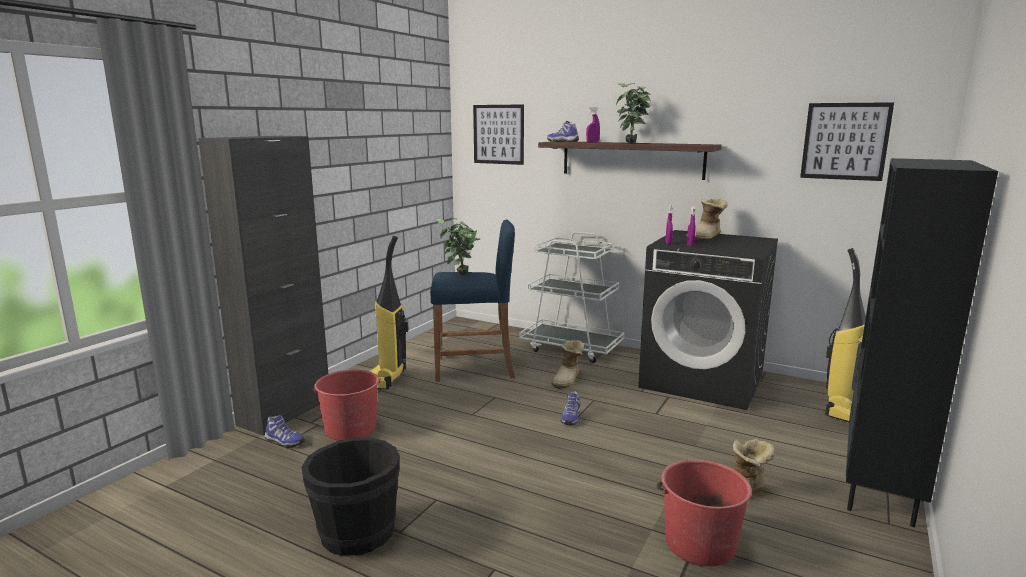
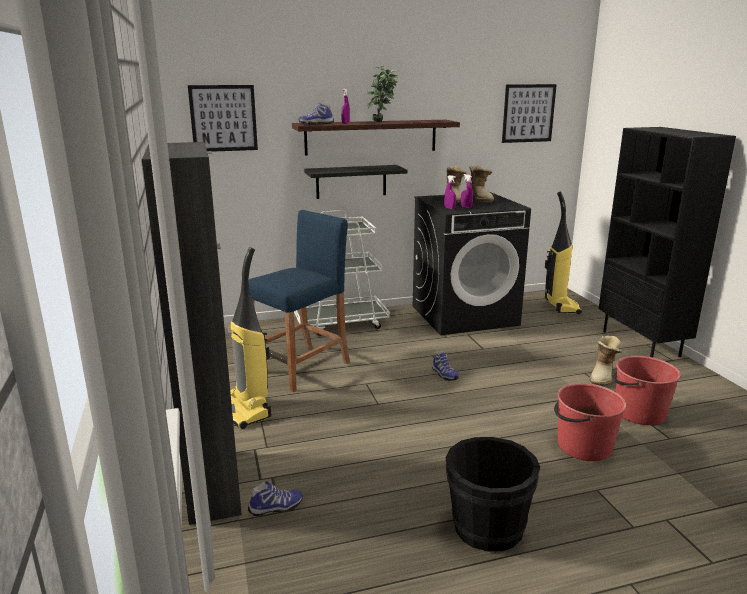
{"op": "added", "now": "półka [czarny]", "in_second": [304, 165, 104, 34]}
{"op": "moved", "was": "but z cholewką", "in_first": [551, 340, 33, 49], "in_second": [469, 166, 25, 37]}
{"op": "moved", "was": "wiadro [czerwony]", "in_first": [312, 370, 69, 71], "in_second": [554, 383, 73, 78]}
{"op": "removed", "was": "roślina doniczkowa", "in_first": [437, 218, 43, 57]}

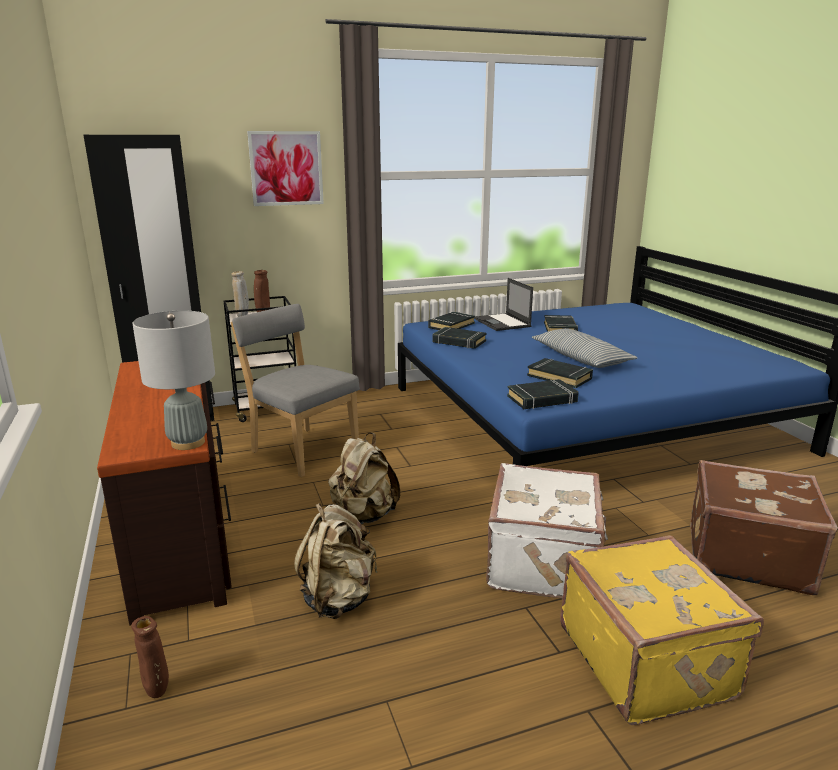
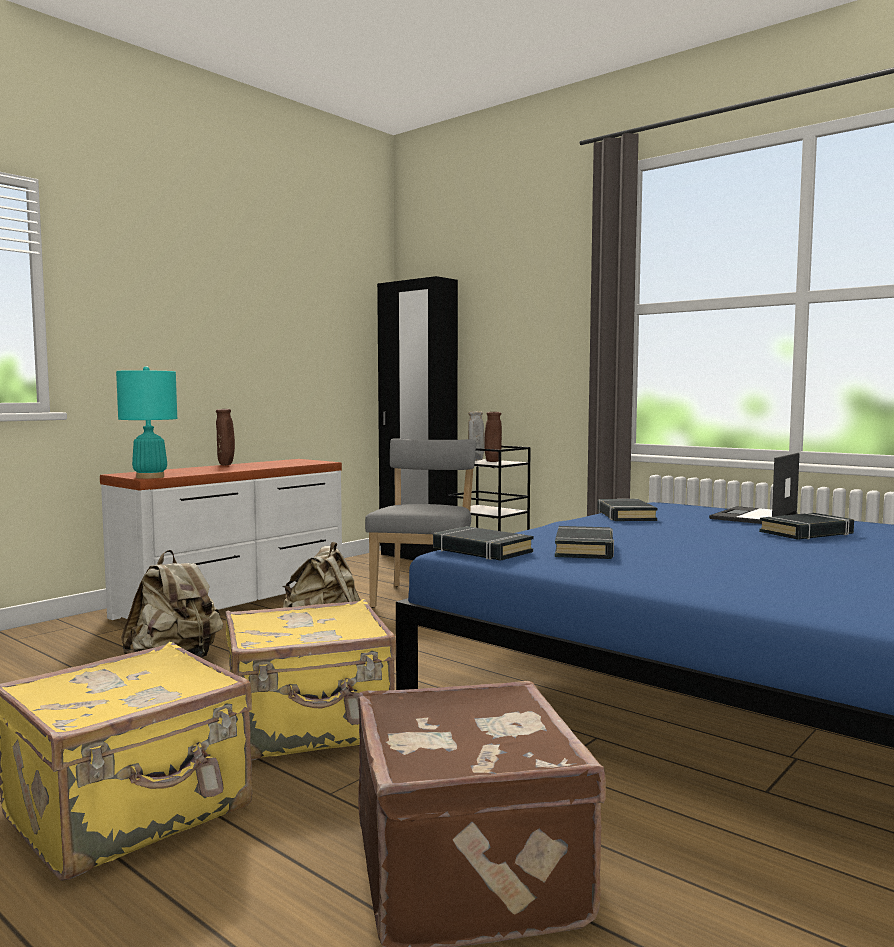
{"op": "recoloured", "was": "komoda [brązowy]", "now": "komoda [biały]", "in_first": [97, 361, 135, 265], "in_second": [100, 459, 242, 161]}
{"op": "recoloured", "was": "lampa stołowa [szary]", "now": "lampa stołowa [turkusowy]", "in_first": [133, 310, 82, 140], "in_second": [116, 366, 61, 113]}
{"op": "moved", "was": "wazon [brązowy]", "in_first": [131, 616, 38, 82], "in_second": [216, 409, 19, 57]}
{"op": "recoloured", "was": "walizka [biały]", "now": "walizka [żółty]", "in_first": [486, 463, 122, 135], "in_second": [225, 599, 171, 161]}
{"op": "removed", "was": "obraz", "in_first": [247, 131, 77, 75]}
{"op": "removed", "was": "książka [czarny]", "in_first": [428, 312, 47, 18]}
{"op": "removed", "was": "poduszka", "in_first": [532, 328, 105, 40]}

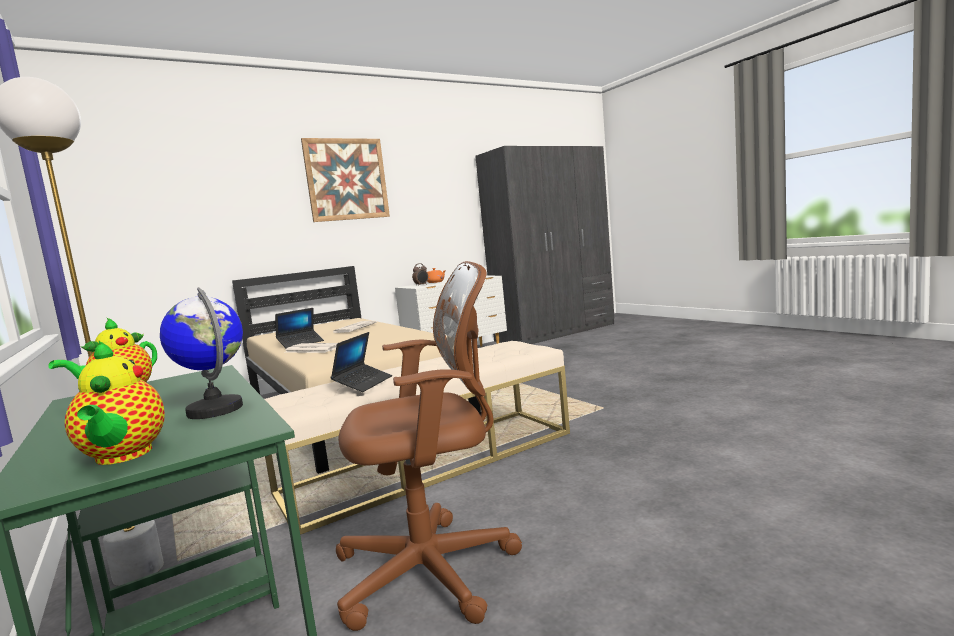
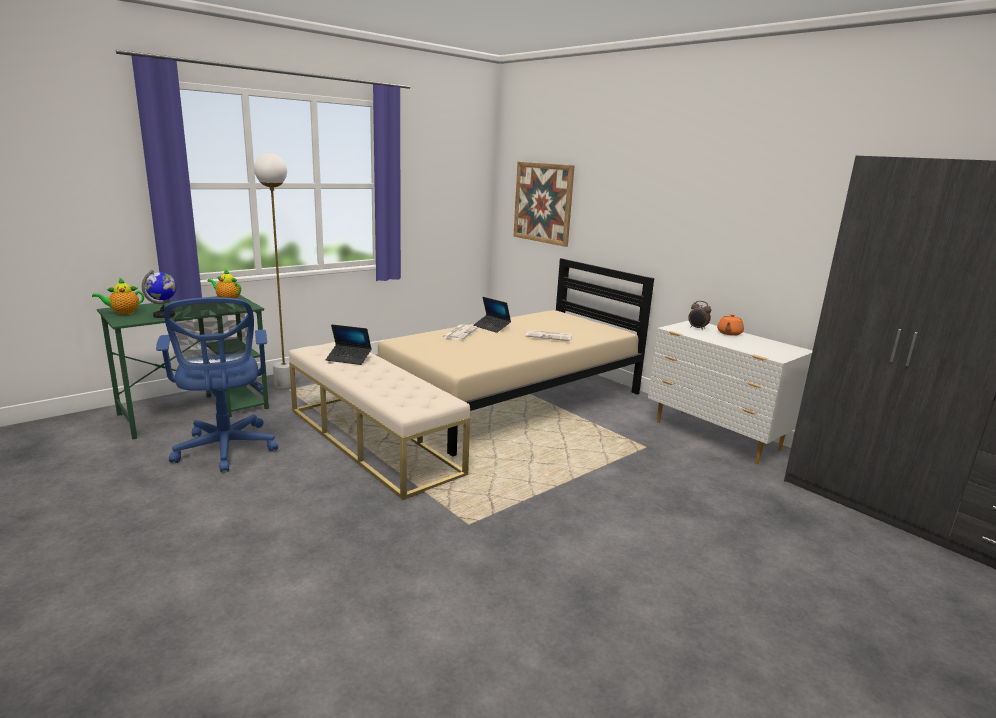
{"op": "recoloured", "was": "krzesło biurowe [brązowy]", "now": "krzesło biurowe [niebieski]", "in_first": [336, 261, 186, 370], "in_second": [156, 297, 122, 175]}
{"op": "moved", "was": "obraz", "in_first": [301, 138, 89, 84], "in_second": [513, 162, 62, 85]}

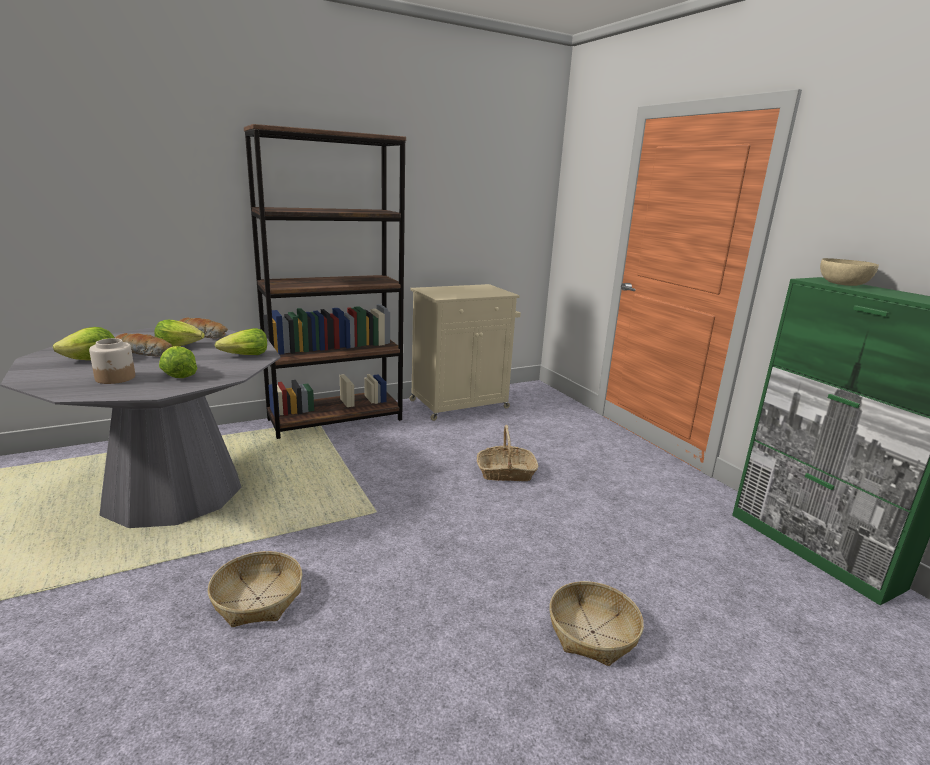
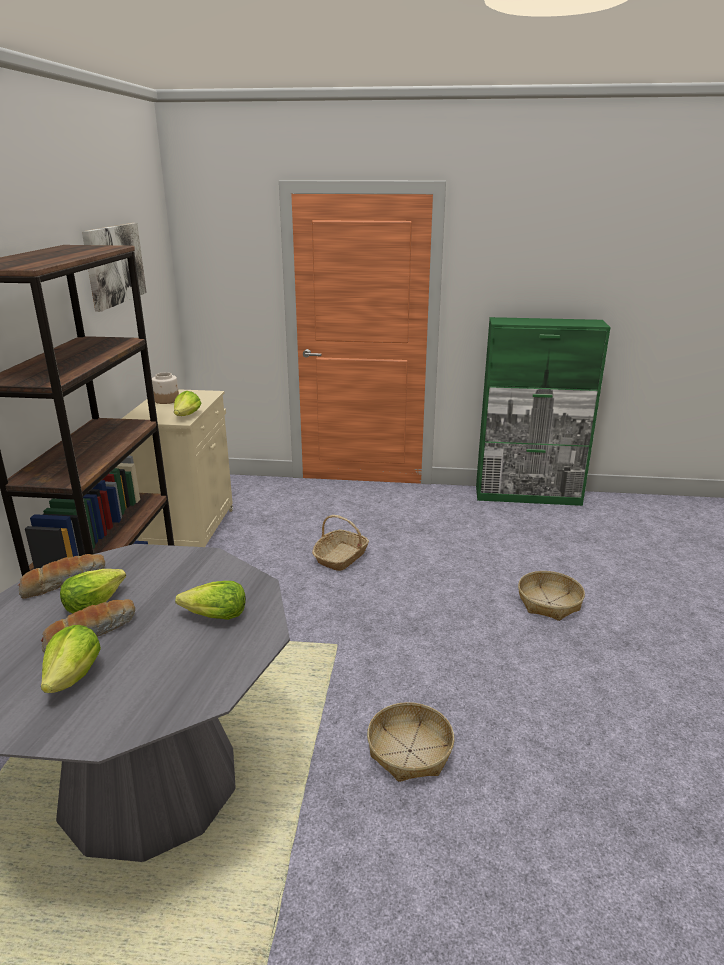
{"op": "added", "now": "obraz", "in_second": [82, 223, 65, 89]}
{"op": "moved", "was": "słoik", "in_first": [89, 338, 46, 46], "in_second": [152, 372, 27, 32]}
{"op": "moved", "was": "sałata", "in_first": [215, 328, 52, 27], "in_second": [174, 391, 28, 25]}
{"op": "removed", "was": "miska [beżowy]", "in_first": [820, 258, 59, 28]}

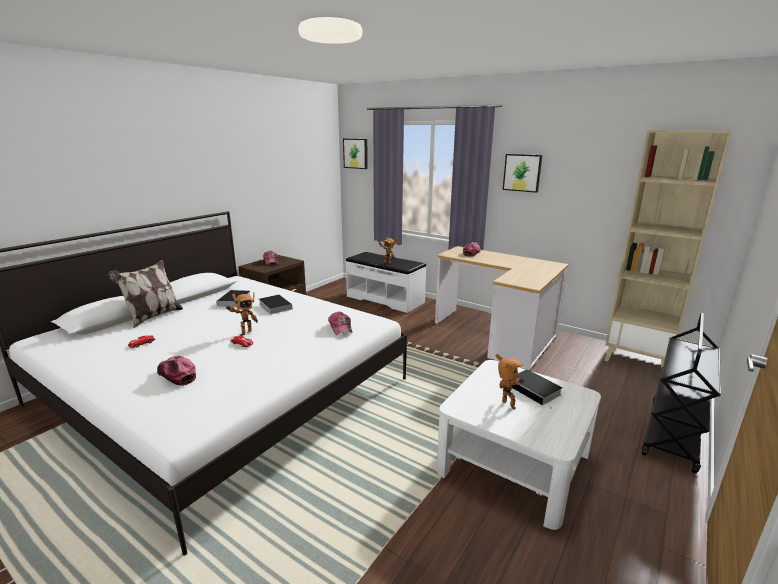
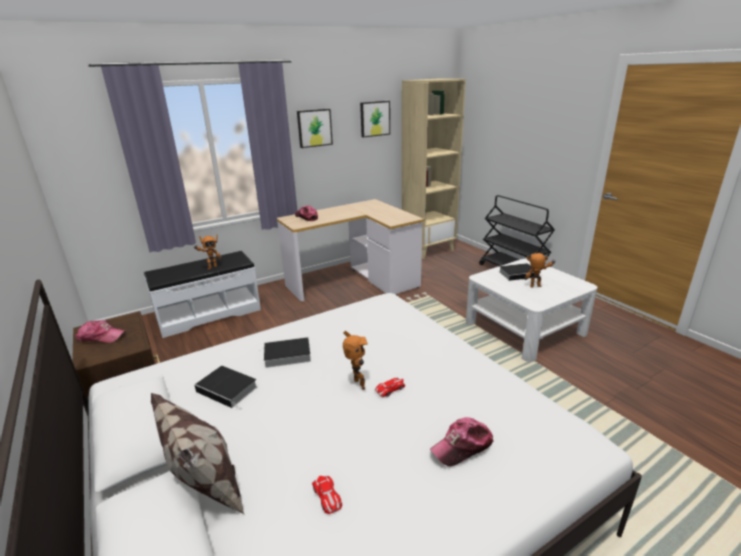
{"op": "moved", "was": "obraz", "in_first": [343, 139, 25, 30], "in_second": [360, 101, 30, 37]}
{"op": "removed", "was": "czapka z daszkiem", "in_first": [328, 311, 25, 24]}

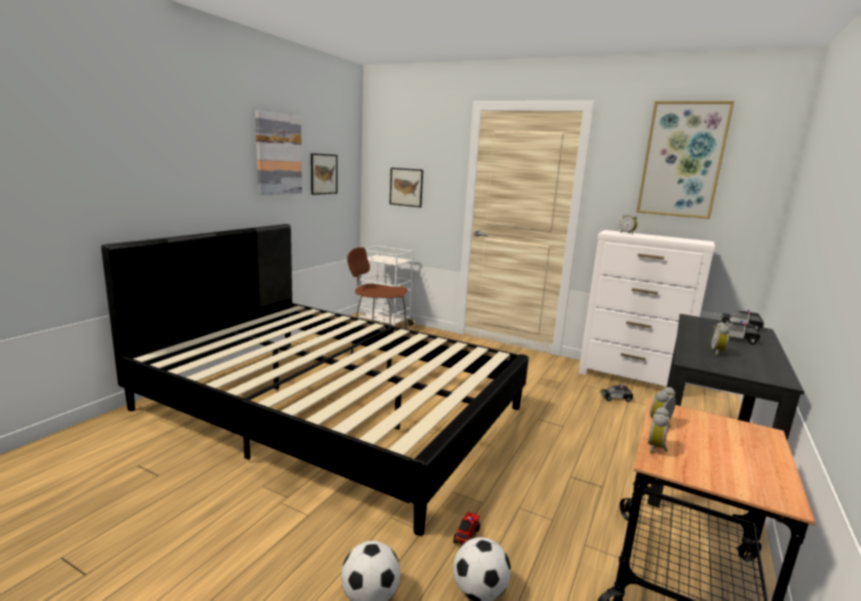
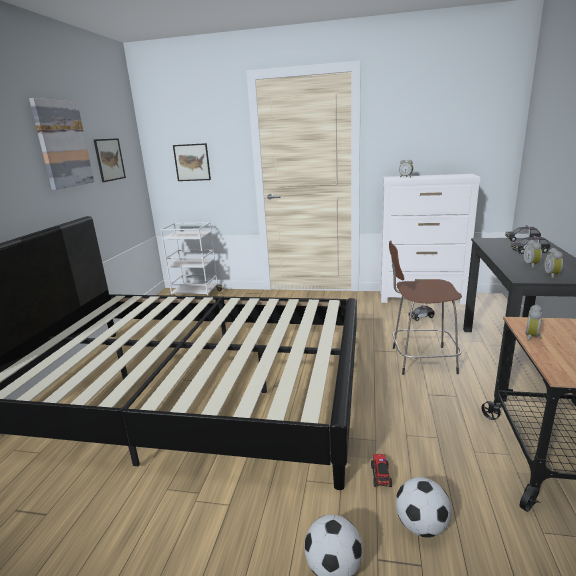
{"op": "moved", "was": "stołek [brązowy]", "in_first": [347, 247, 61, 107], "in_second": [389, 241, 73, 134]}
{"op": "moved", "was": "budzik", "in_first": [648, 407, 21, 46], "in_second": [544, 248, 19, 31]}
{"op": "removed", "was": "obraz", "in_first": [636, 101, 98, 118]}

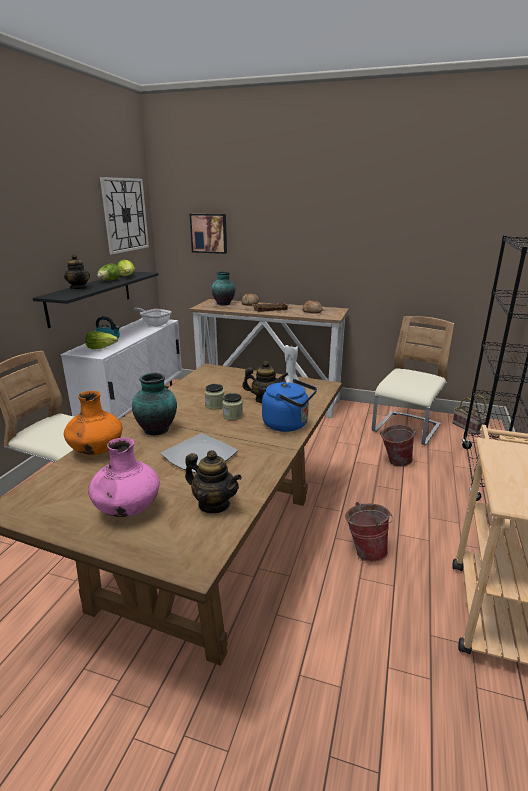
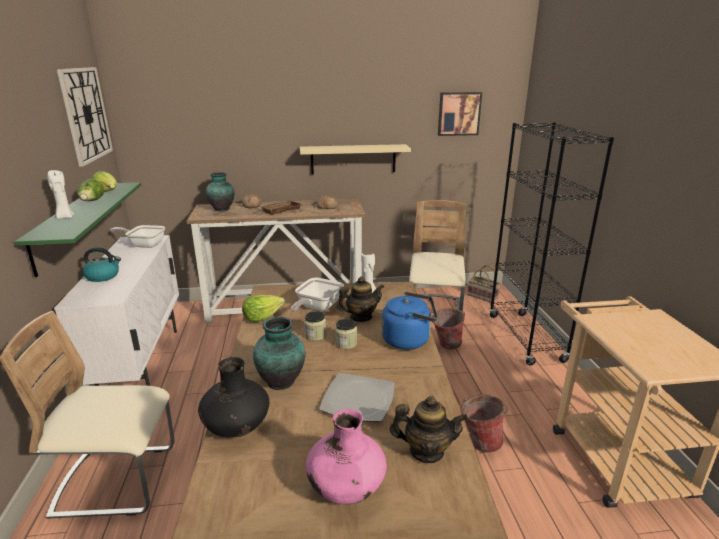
{"op": "recoloured", "was": "półka [czarny]", "now": "półka [zielony]", "in_first": [33, 271, 126, 57], "in_second": [14, 182, 127, 95]}
{"op": "replaced", "was": "imbryk", "now": "świeca [biały]", "in_first": [64, 254, 26, 35], "in_second": [47, 170, 27, 49]}
{"op": "recoloured", "was": "wazon [pomarańczowy]", "now": "wazon [czarny]", "in_first": [64, 391, 58, 64], "in_second": [198, 357, 71, 81]}
{"op": "moved", "was": "sałata", "in_first": [85, 331, 33, 18], "in_second": [242, 295, 43, 27]}
{"op": "added", "now": "patelnia", "in_second": [291, 278, 53, 34]}
{"op": "added", "now": "półka [beżowy]", "in_second": [300, 144, 111, 31]}
{"op": "moved", "was": "obraz", "in_first": [190, 214, 37, 40], "in_second": [438, 92, 44, 44]}

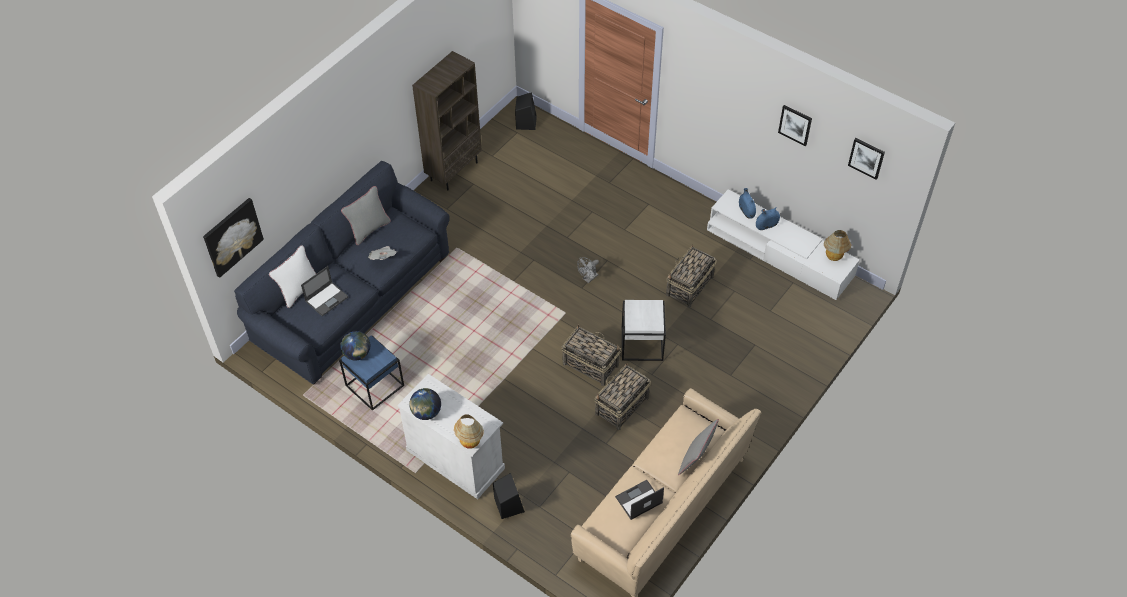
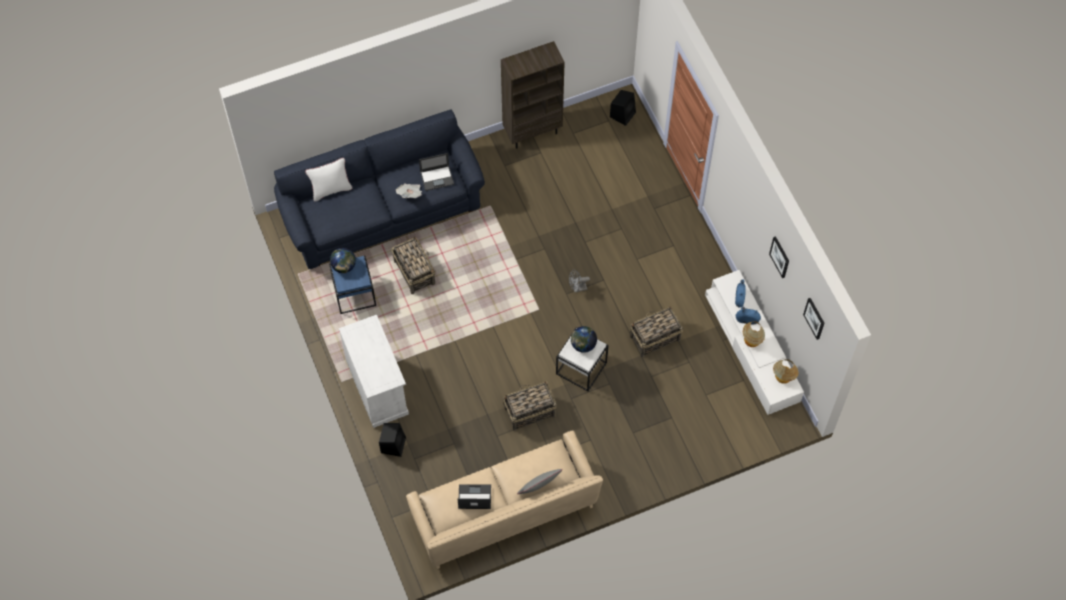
{"op": "moved", "was": "koszyk", "in_first": [562, 324, 59, 62], "in_second": [392, 236, 43, 58]}
{"op": "moved", "was": "laptop", "in_first": [301, 266, 47, 50], "in_second": [419, 153, 35, 38]}
{"op": "moved", "was": "globus", "in_first": [409, 388, 32, 32], "in_second": [571, 326, 26, 27]}
{"op": "moved", "was": "lampa stołowa", "in_first": [454, 414, 30, 35], "in_second": [743, 321, 22, 26]}
{"op": "removed", "was": "obraz", "in_first": [203, 198, 61, 80]}
{"op": "removed", "was": "poduszka [szary]", "in_first": [341, 186, 50, 59]}

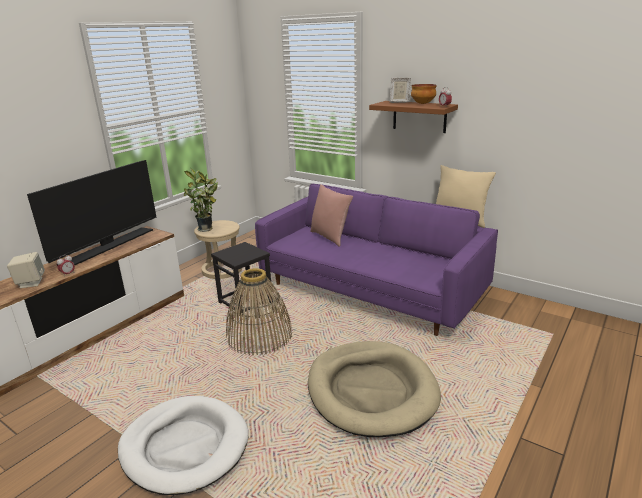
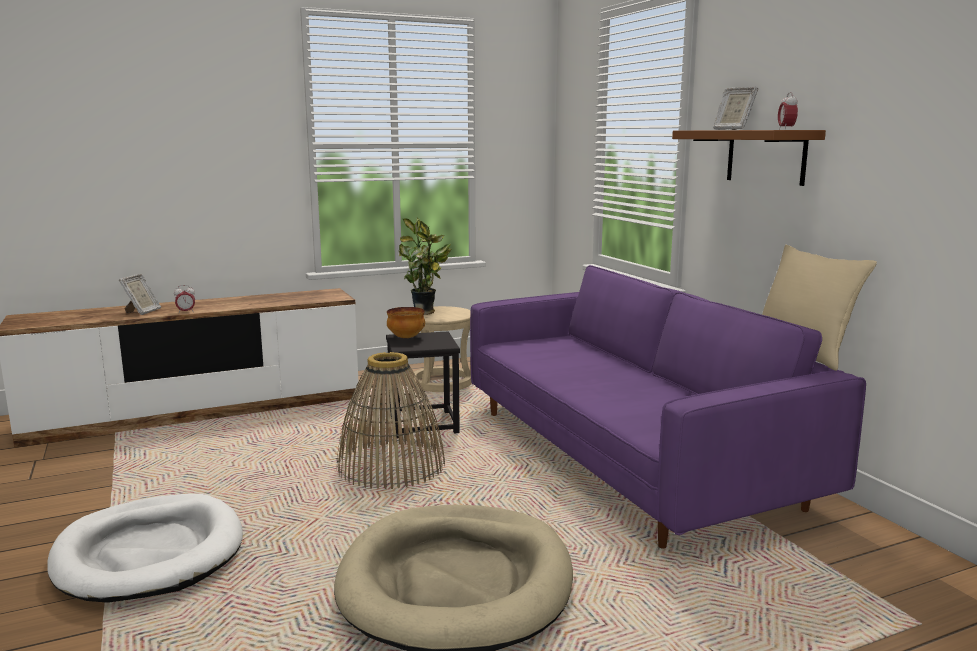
{"op": "replaced", "was": "głośnik [beżowy]", "now": "ramka na zdjęcie", "in_first": [7, 252, 38, 36], "in_second": [119, 274, 42, 41]}
{"op": "moved", "was": "miska", "in_first": [411, 84, 26, 20], "in_second": [387, 307, 38, 31]}
{"op": "removed", "was": "telewizor", "in_first": [27, 160, 129, 105]}
{"op": "removed", "was": "poduszka [różowy]", "in_first": [310, 184, 43, 63]}

